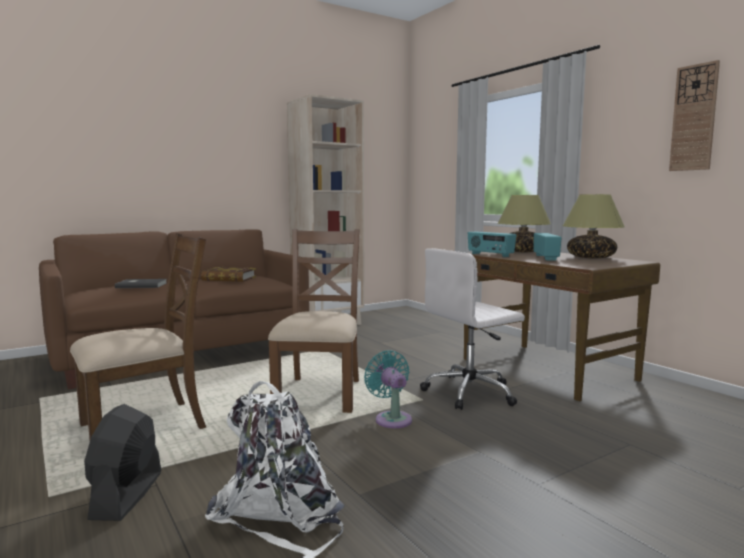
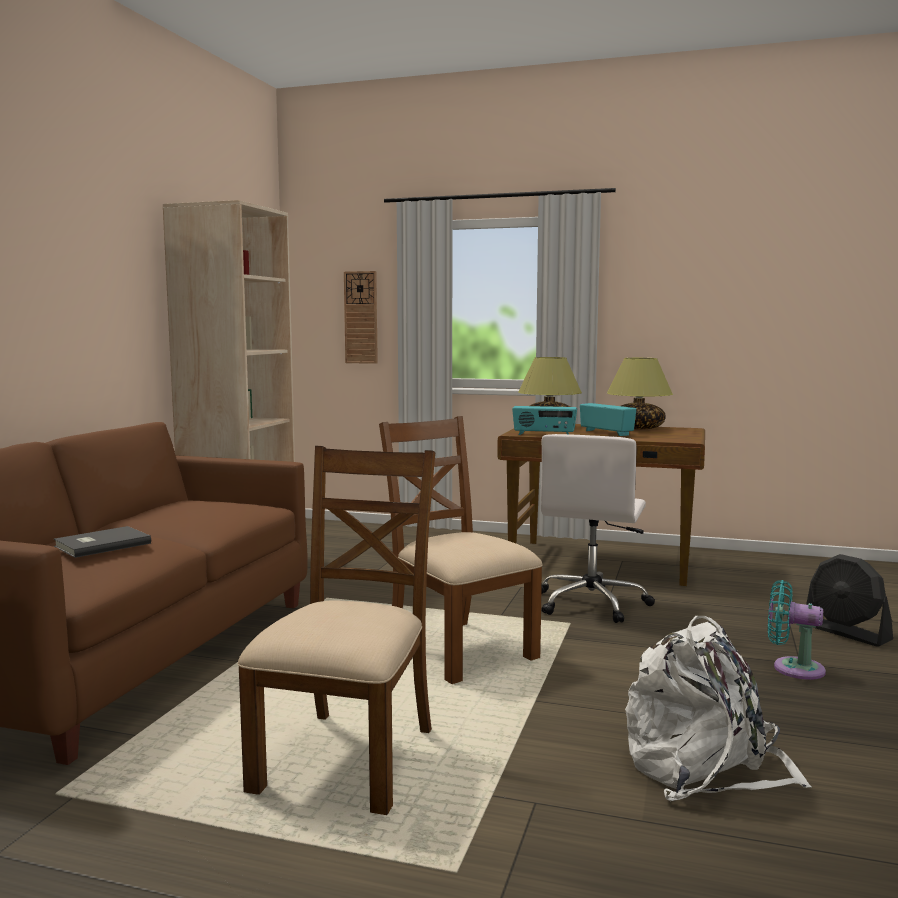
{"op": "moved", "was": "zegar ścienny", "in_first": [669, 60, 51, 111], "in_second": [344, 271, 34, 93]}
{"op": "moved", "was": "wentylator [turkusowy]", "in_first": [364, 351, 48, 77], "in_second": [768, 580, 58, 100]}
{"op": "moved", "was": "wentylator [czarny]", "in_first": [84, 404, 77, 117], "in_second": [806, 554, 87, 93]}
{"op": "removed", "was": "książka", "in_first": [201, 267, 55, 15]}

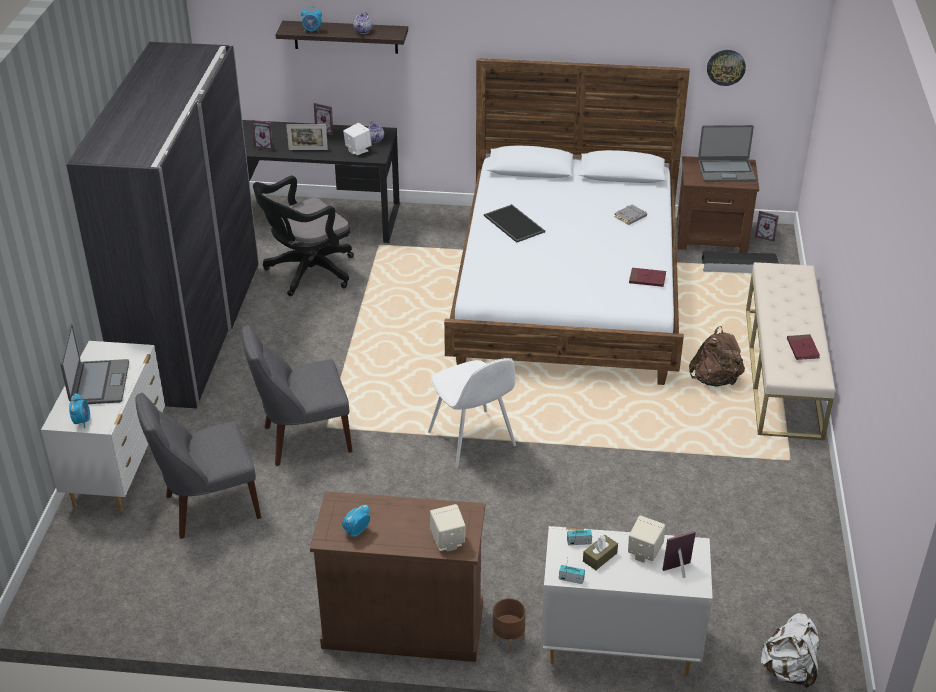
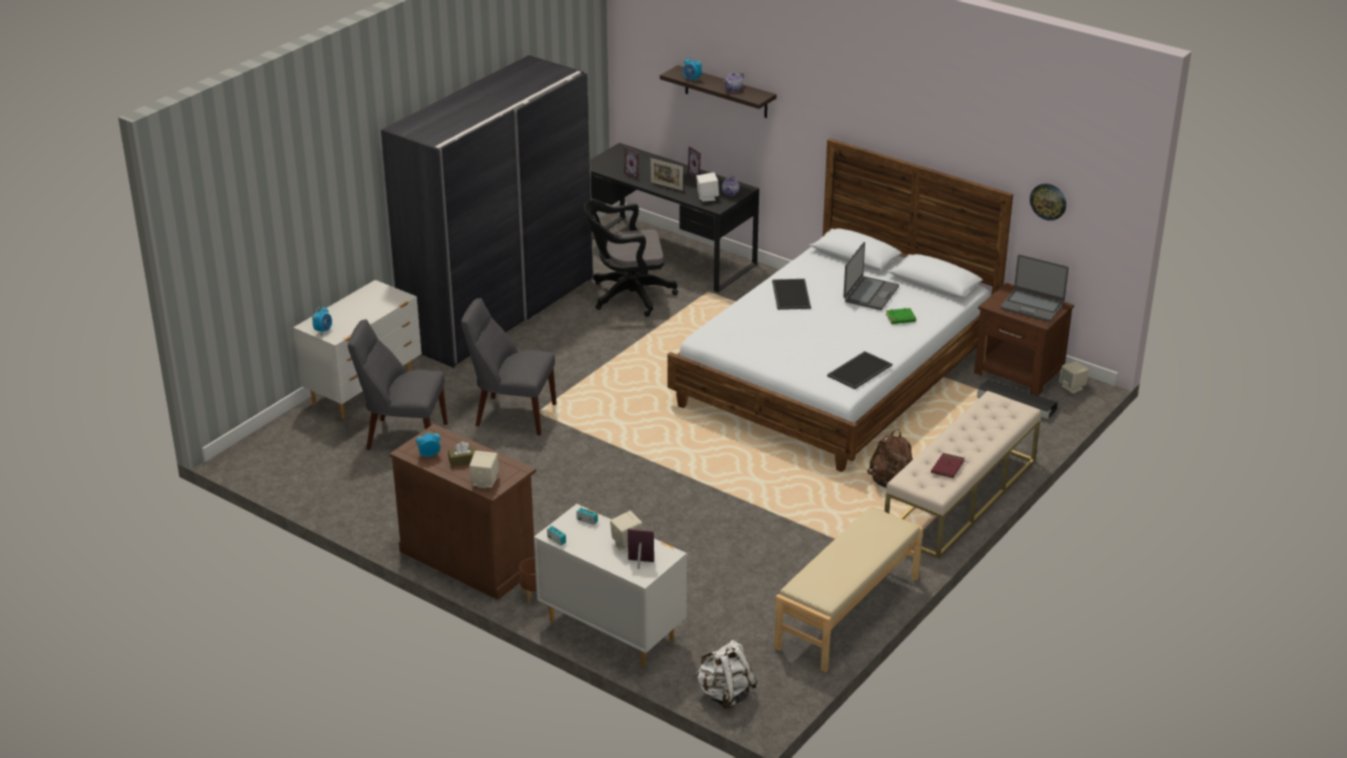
{"op": "moved", "was": "pudełko chusteczek [brązowy]", "in_first": [583, 535, 35, 35], "in_second": [448, 441, 28, 26]}
{"op": "added", "now": "ławka [beżowy]", "in_second": [774, 507, 149, 166]}
{"op": "replaced", "was": "książka [czerwony]", "now": "taca", "in_first": [629, 268, 37, 19], "in_second": [827, 351, 65, 38]}
{"op": "moved", "was": "laptop", "in_first": [60, 324, 69, 80], "in_second": [843, 242, 56, 68]}
{"op": "recoloured", "was": "książka [szary]", "now": "książka [zielony]", "in_first": [614, 204, 33, 21], "in_second": [886, 308, 30, 16]}
{"op": "replaced", "was": "ramka na zdjęcie", "now": "głośnik [beżowy]", "in_first": [755, 211, 24, 31], "in_second": [1059, 362, 30, 32]}
{"op": "removed", "was": "krzesło [biały]", "in_first": [428, 358, 88, 110]}

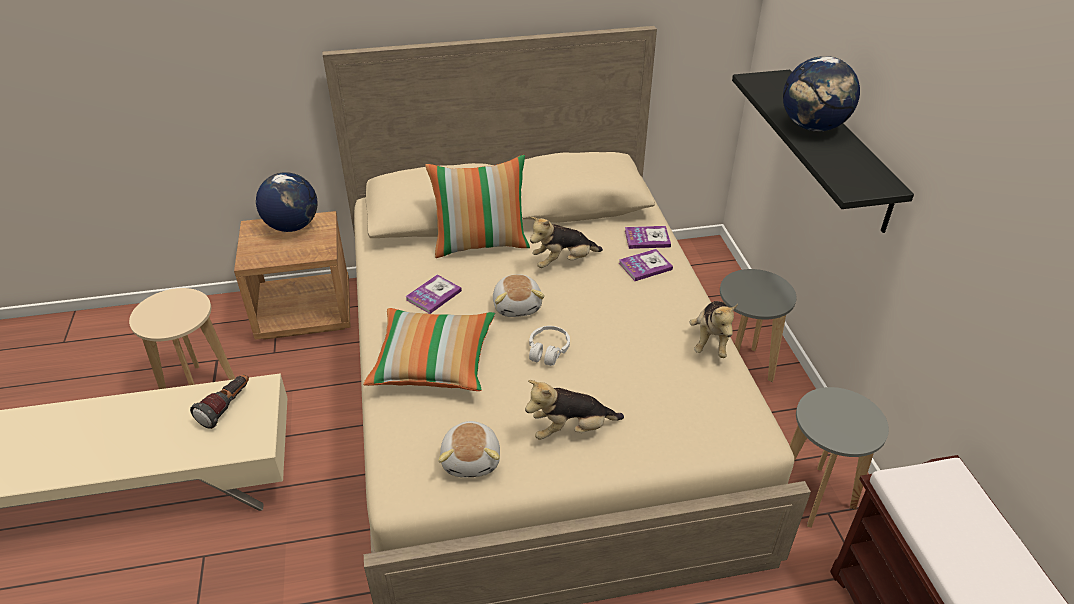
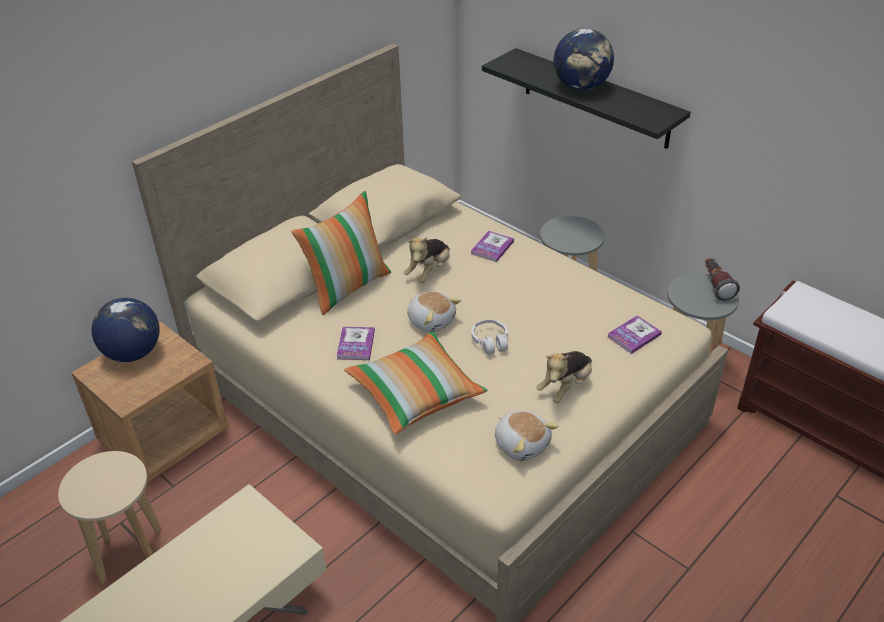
{"op": "moved", "was": "książka", "in_first": [625, 226, 46, 23], "in_second": [608, 316, 54, 38]}
{"op": "moved", "was": "latarka", "in_first": [190, 374, 59, 55], "in_second": [705, 258, 35, 43]}
{"op": "removed", "was": "pluszak", "in_first": [690, 301, 48, 57]}

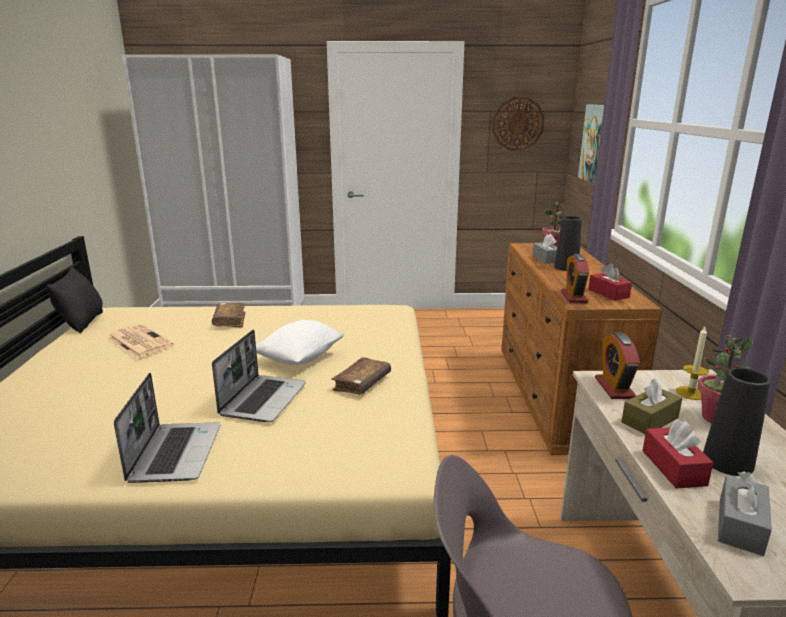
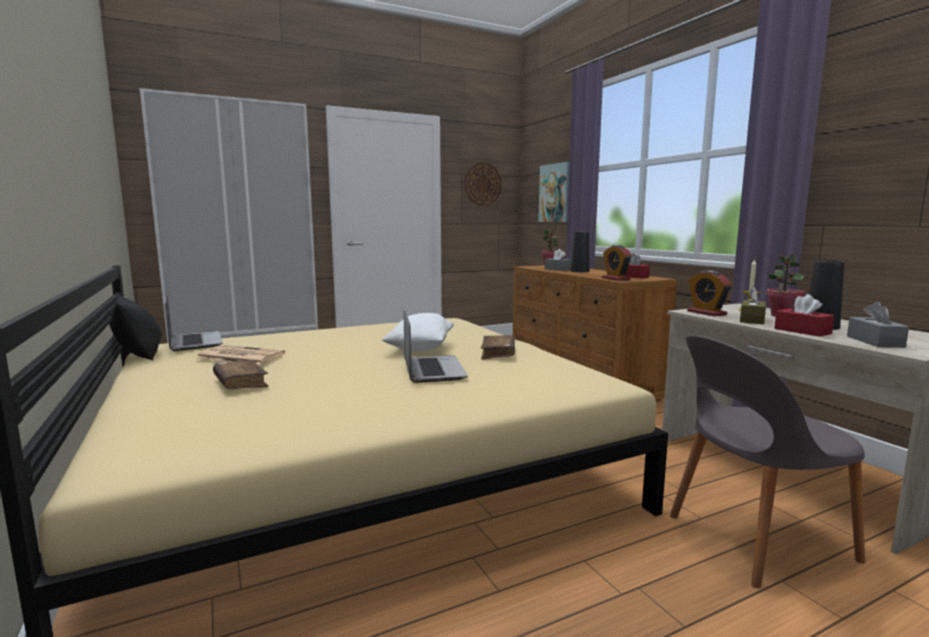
{"op": "moved", "was": "laptop", "in_first": [114, 373, 107, 110], "in_second": [165, 295, 58, 56]}
{"op": "moved", "was": "książka [brązowy]", "in_first": [212, 303, 34, 24], "in_second": [213, 360, 55, 29]}

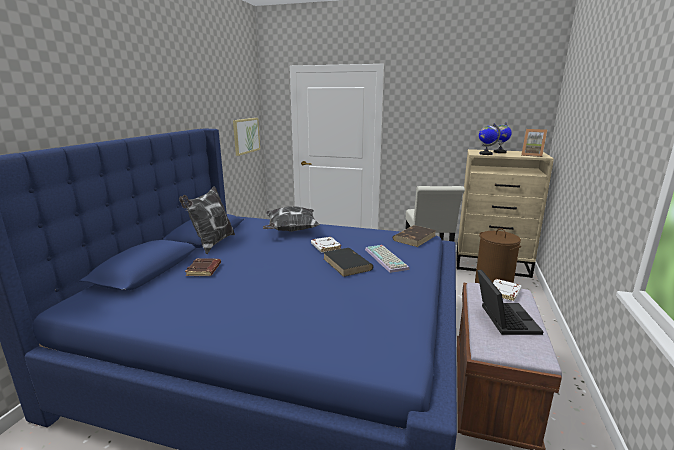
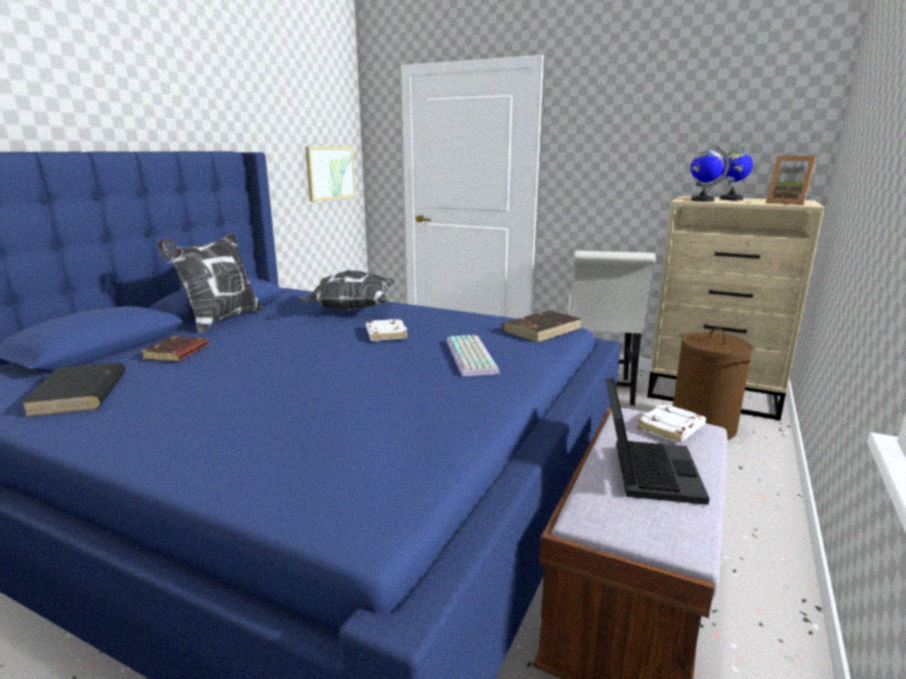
{"op": "moved", "was": "książka [czarny]", "in_first": [323, 248, 50, 29], "in_second": [21, 363, 105, 54]}

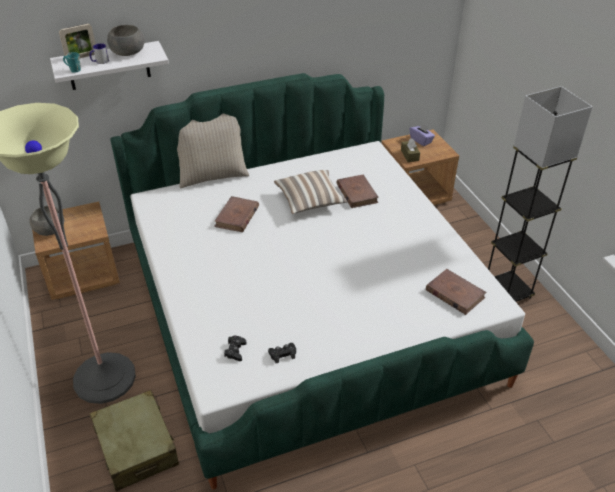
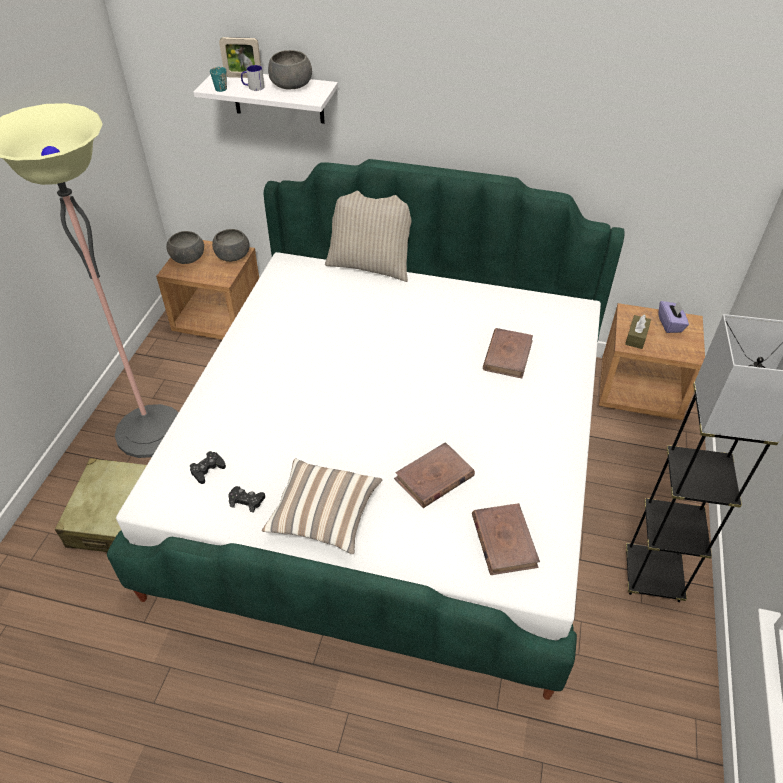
{"op": "added", "now": "miska [szary]", "in_second": [212, 229, 38, 33]}
{"op": "moved", "was": "poduszka", "in_first": [274, 170, 73, 44], "in_second": [262, 458, 120, 96]}
{"op": "moved", "was": "książka [brązowy]", "in_first": [214, 196, 45, 36], "in_second": [394, 442, 81, 66]}

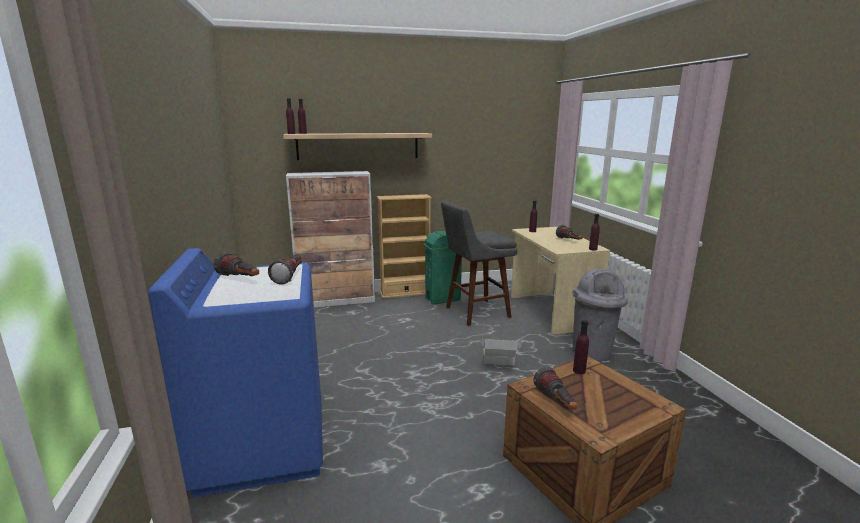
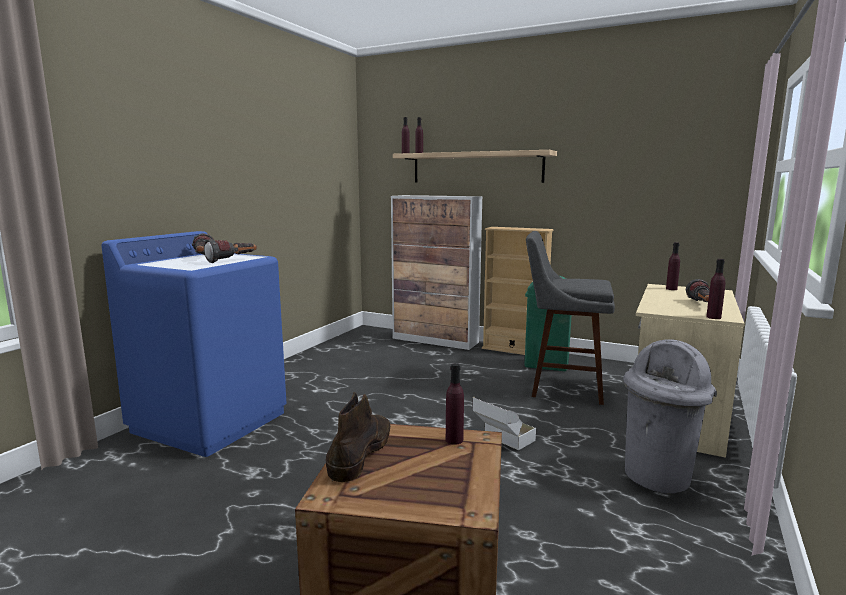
{"op": "replaced", "was": "latarka", "now": "but z cholewką [brązowy]", "in_first": [533, 367, 44, 43], "in_second": [326, 392, 64, 90]}

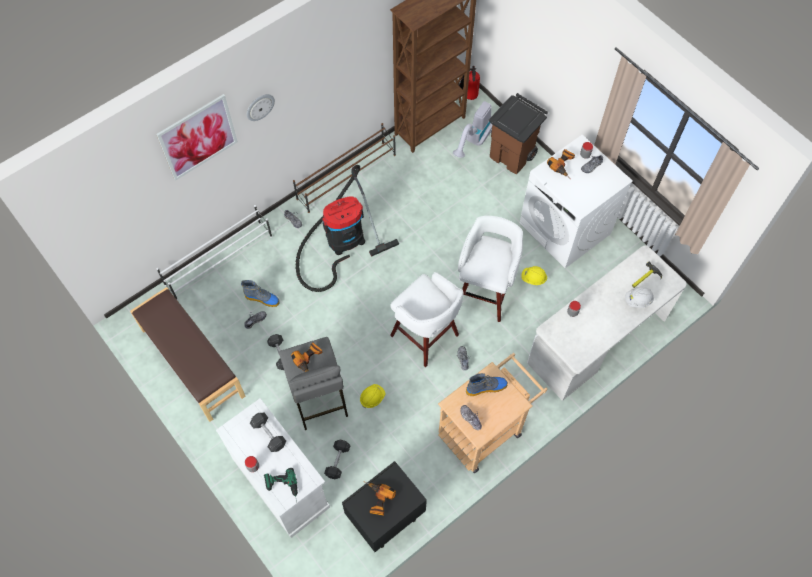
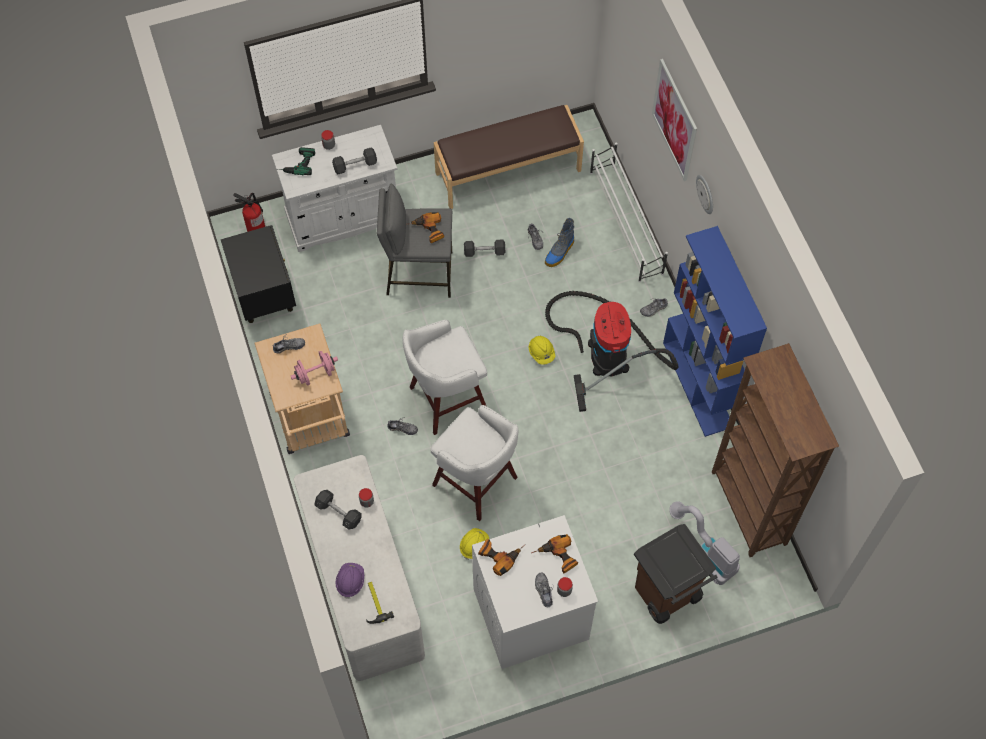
{"op": "moved", "was": "gaśnica", "in_first": [459, 66, 21, 34], "in_second": [233, 193, 32, 39]}
{"op": "replaced", "was": "but z cholewką", "now": "hantel [różowy]", "in_first": [466, 373, 42, 23], "in_second": [291, 351, 47, 35]}
{"op": "moved", "was": "hantel [szary]", "in_first": [324, 440, 27, 39], "in_second": [314, 490, 48, 39]}
{"op": "recoloured", "was": "kask [biały]", "now": "kask [fioletowy]", "in_first": [625, 287, 29, 21], "in_second": [336, 563, 28, 36]}
{"op": "moved", "was": "wiertarka", "in_first": [363, 481, 33, 35], "in_second": [478, 539, 47, 37]}
{"op": "moved", "was": "kask [żółty]", "in_first": [360, 384, 25, 24], "in_second": [529, 335, 26, 30]}
{"op": "replaced", "was": "regał na buty [brązowy]", "now": "regał [niebieski]", "in_first": [293, 123, 103, 90], "in_second": [663, 226, 104, 211]}

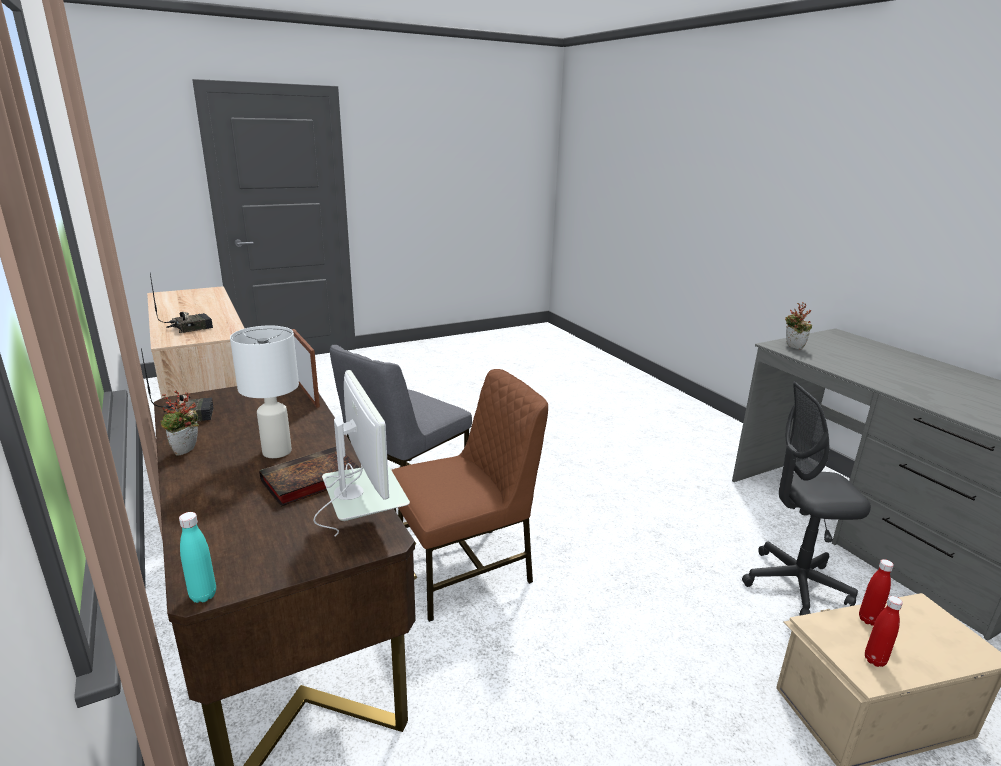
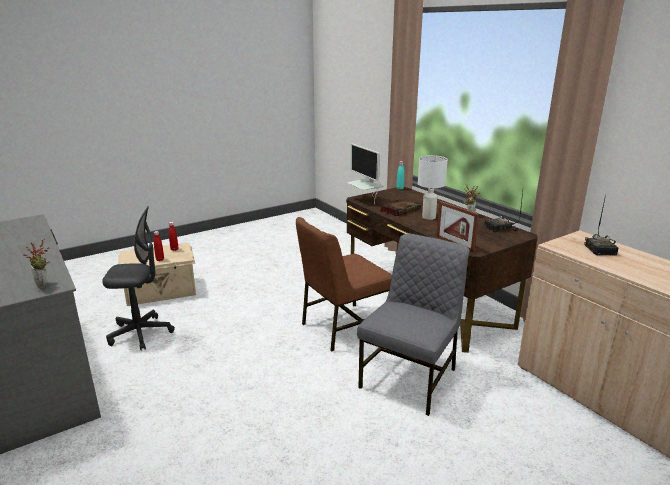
{"op": "turned", "was": "radio", "in_first": [150, 273, 63, 60], "in_second": [584, 195, 34, 60], "clockwise": -45}

